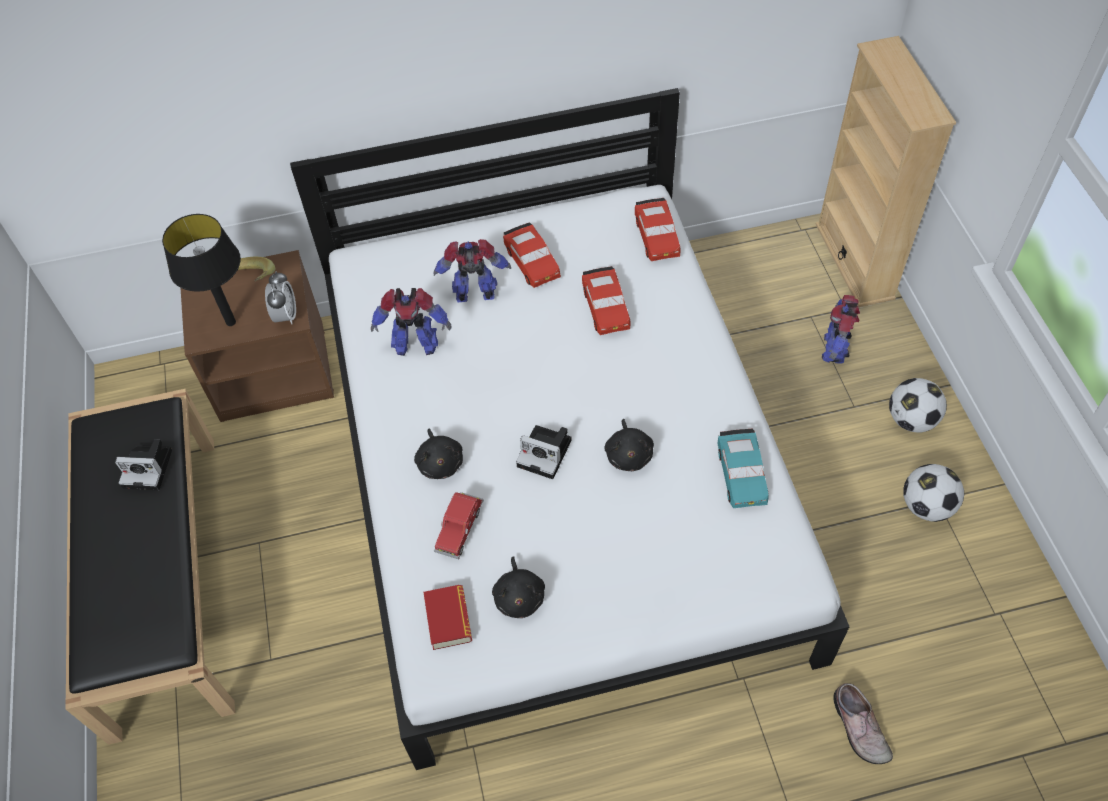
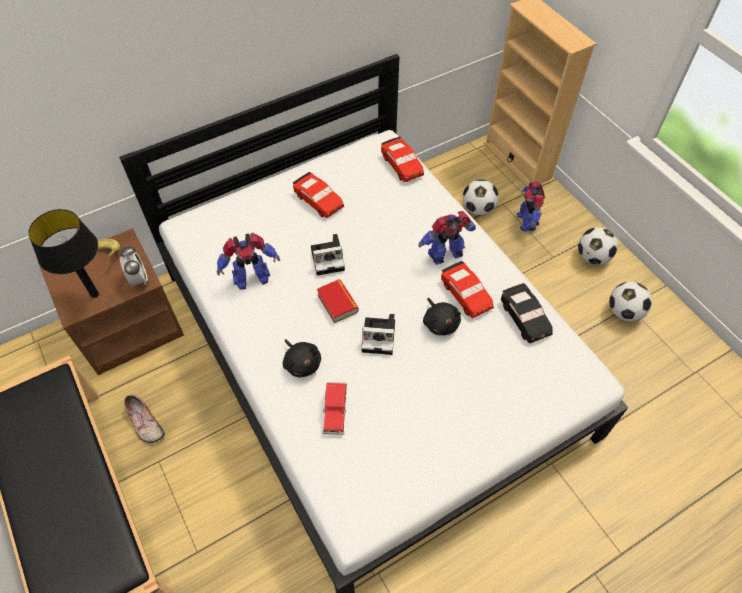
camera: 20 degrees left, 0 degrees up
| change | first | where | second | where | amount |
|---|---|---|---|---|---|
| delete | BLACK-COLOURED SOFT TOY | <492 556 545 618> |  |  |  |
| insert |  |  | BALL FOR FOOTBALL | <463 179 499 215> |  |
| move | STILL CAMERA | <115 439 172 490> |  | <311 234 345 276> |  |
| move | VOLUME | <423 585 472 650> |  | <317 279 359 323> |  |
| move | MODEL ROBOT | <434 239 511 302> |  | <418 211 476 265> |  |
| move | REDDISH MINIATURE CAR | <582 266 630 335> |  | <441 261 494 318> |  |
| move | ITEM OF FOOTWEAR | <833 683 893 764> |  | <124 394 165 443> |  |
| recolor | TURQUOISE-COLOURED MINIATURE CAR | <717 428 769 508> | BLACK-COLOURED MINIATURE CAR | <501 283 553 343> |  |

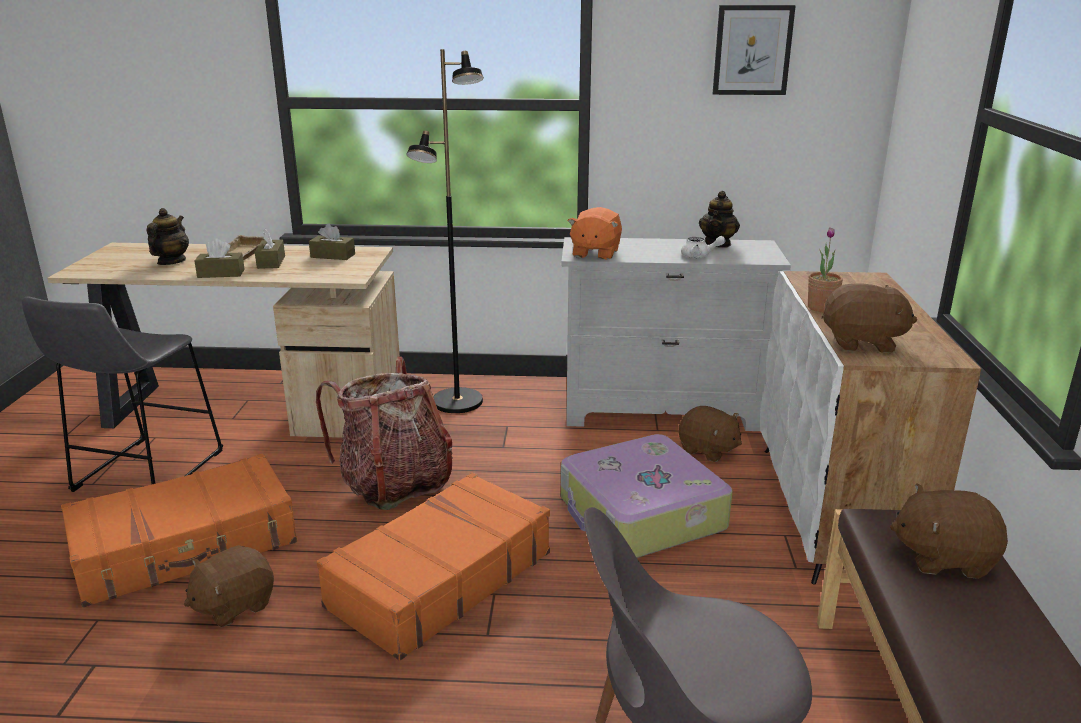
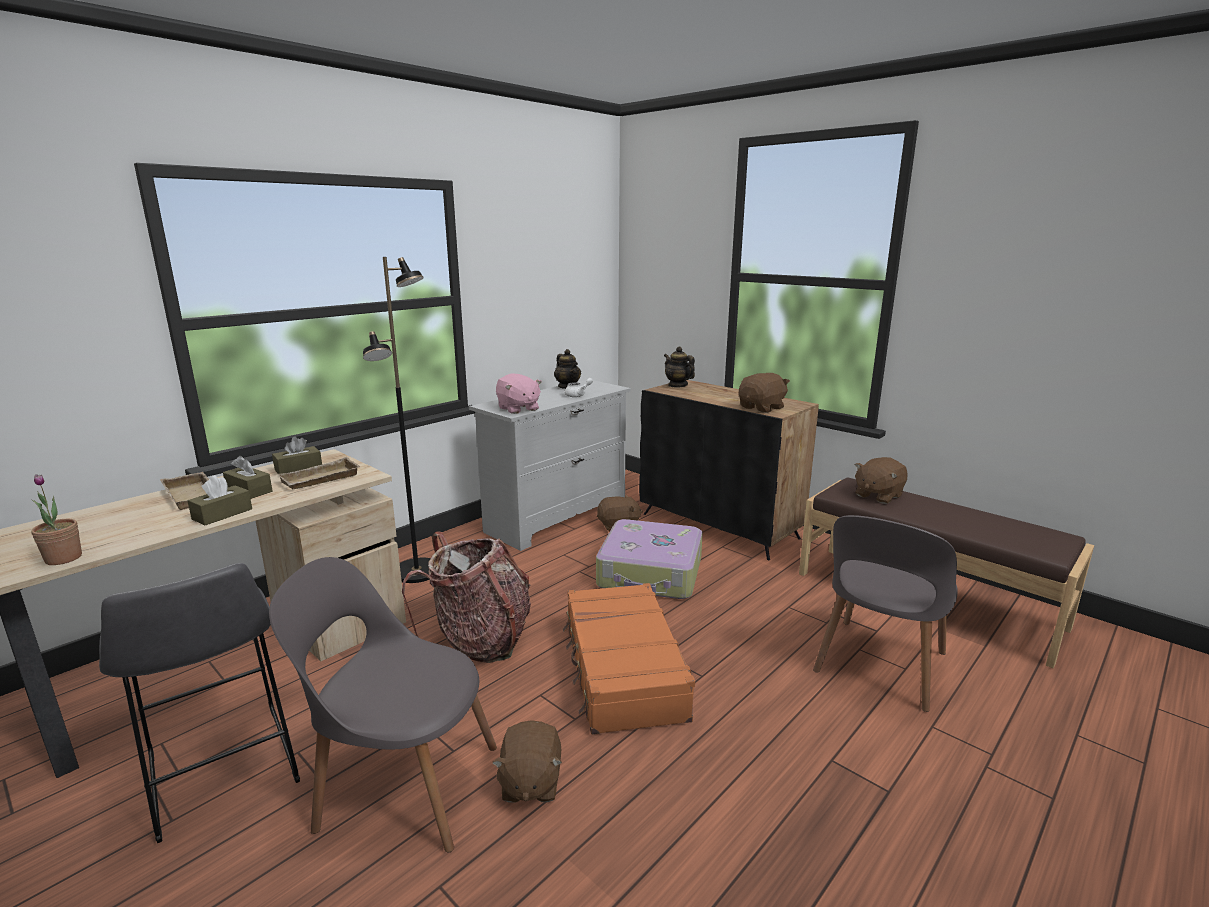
camera: 50 degrees left, 5 degrees down
| change | first | where | second | where | amount |
|---|---|---|---|---|---|
| delete | WALL PICTURE | <713 5 796 95> |  |  |  |
| insert |  |  | BEIGE-COLOURED SERVING TRAY | <277 457 361 489> |  |
| move | POT FOR TEA | <147 208 189 265> |  | <664 347 695 387> |  |
| move | HOUSEPLANT | <808 227 843 312> |  | <31 474 82 565> |  |
| replace | ORANGE PIECE OF LUGGAGE | <61 454 297 608> | GREY PLAIN CHAIR | <269 557 497 852> |  |
| recolor | ORANGE SOFT TOY | <568 207 622 260> | PINK SOFT TOY | <496 373 542 414> |  |
| recolor | WHITE CABINET | <760 271 981 585> | BLACK-COLOURED CABINET | <639 380 819 560> |  |

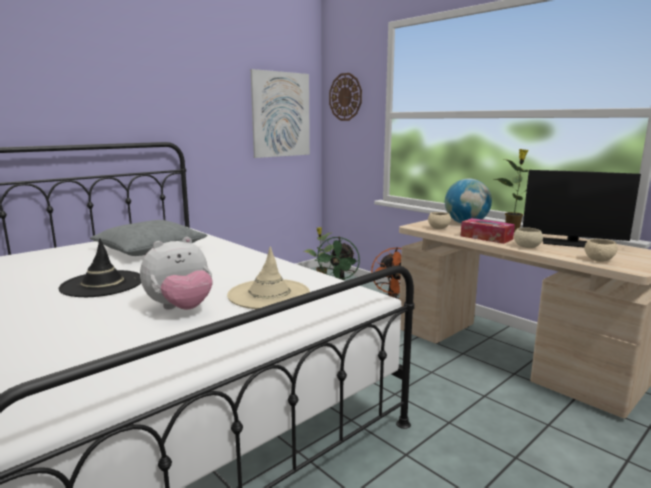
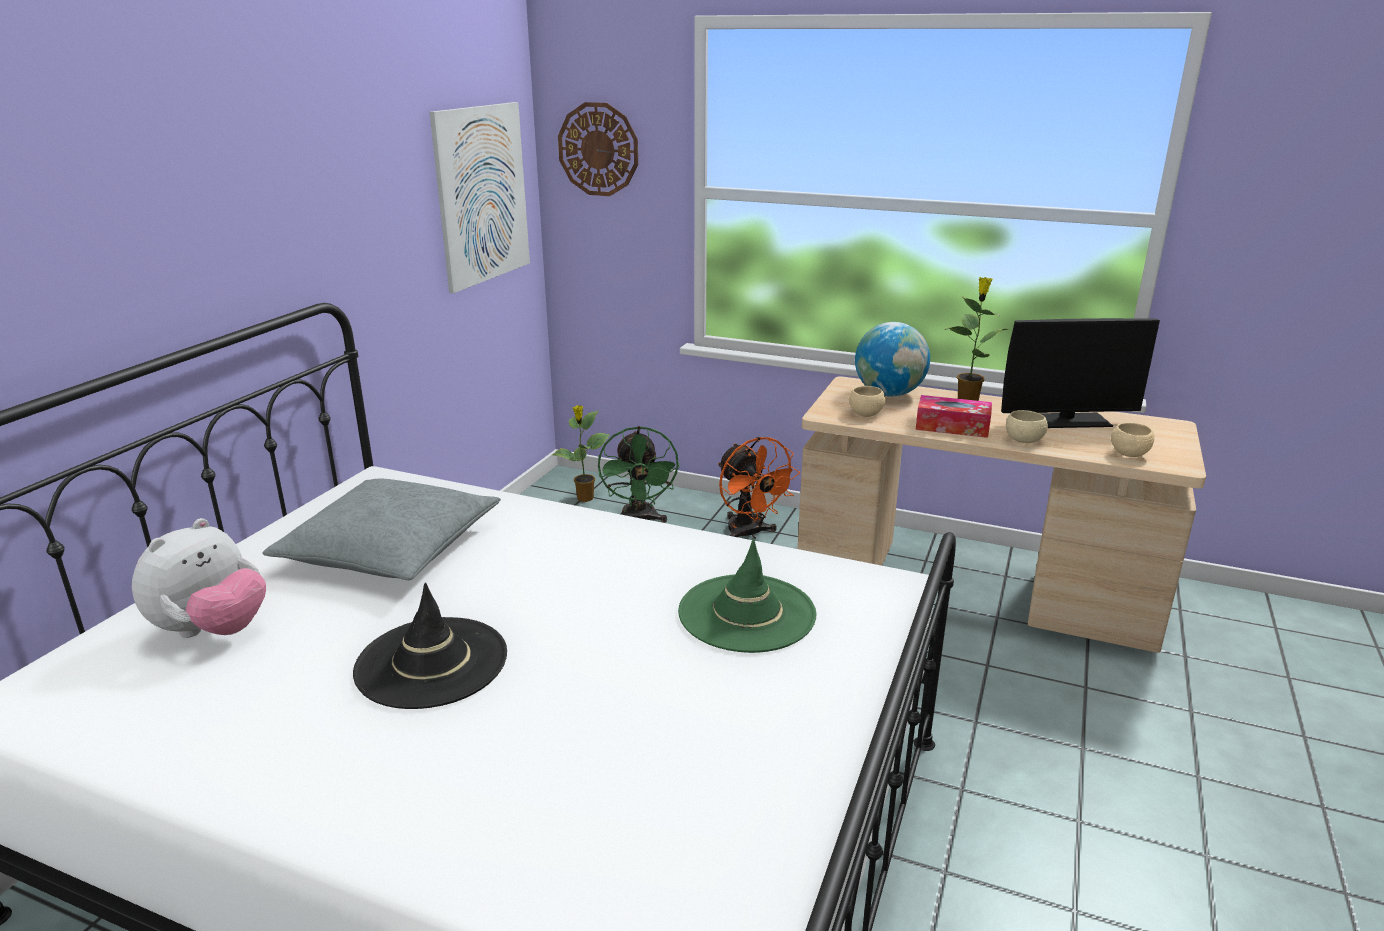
camera: 25 degrees left, 10 degrees up
| change | first | where | second | where | amount |
|---|---|---|---|---|---|
| move | SOFT TOY | <140 237 213 310> |  | <132 518 266 638> |  |
| recolor | BEIGE-COLOURED WEARABLE HAT | <227 246 310 309> | GREENISH WEARABLE HAT | <678 539 816 653> |  |

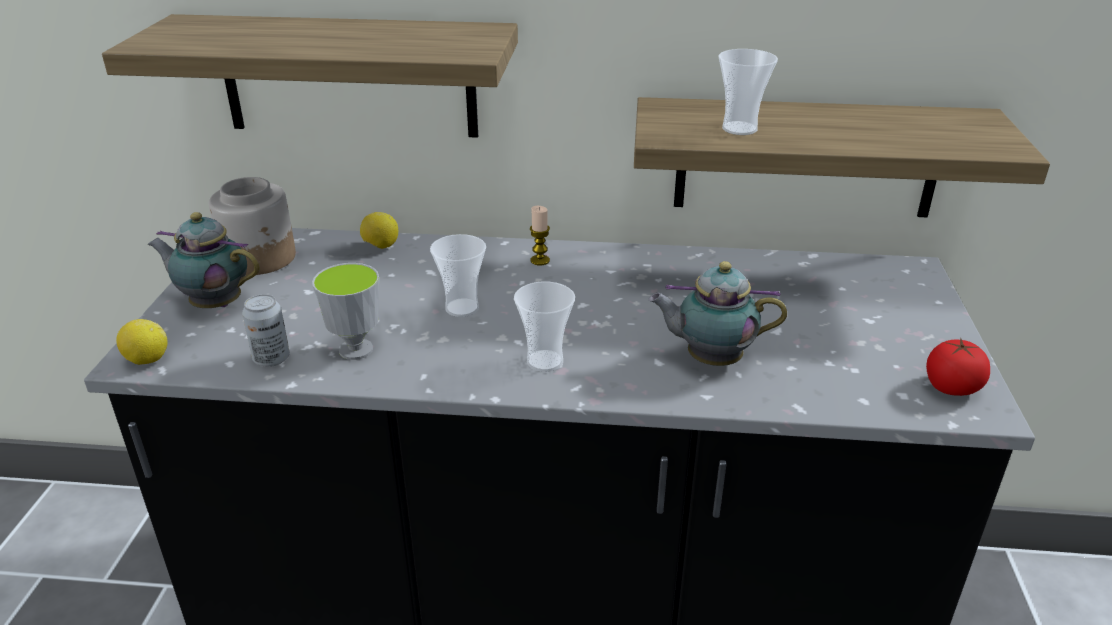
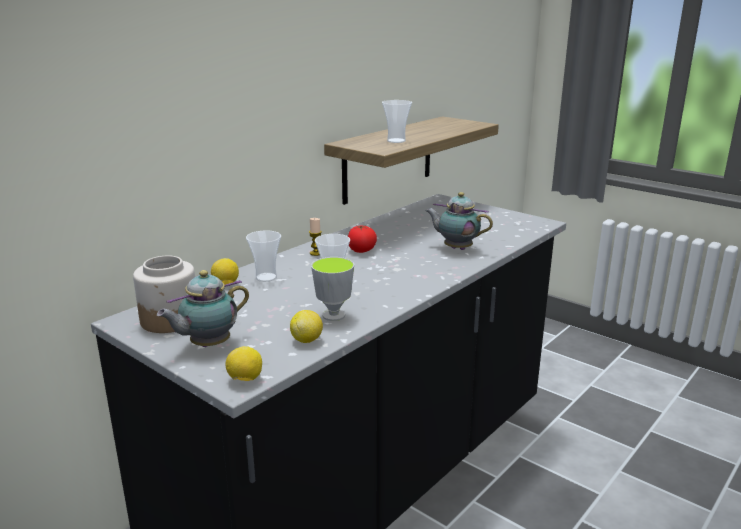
camera: 55 degrees left, 10 degrees down
| change | first | where | second | where | amount |
|---|---|---|---|---|---|
| delete | SHELF | <102 14 518 138> |  |  |  |
| move | SMALL CUP | <514 281 575 372> |  | <246 230 281 282> |  |
| move | TOMATO | <926 338 990 396> |  | <348 225 377 253> |  |
| replace | CAN | <242 294 290 367> | WHOLE LEMON | <290 310 323 343> |  |
| rotate | POT FOR TEA | <649 261 787 366> |  | <426 192 493 250> | 75 degrees clockwise |

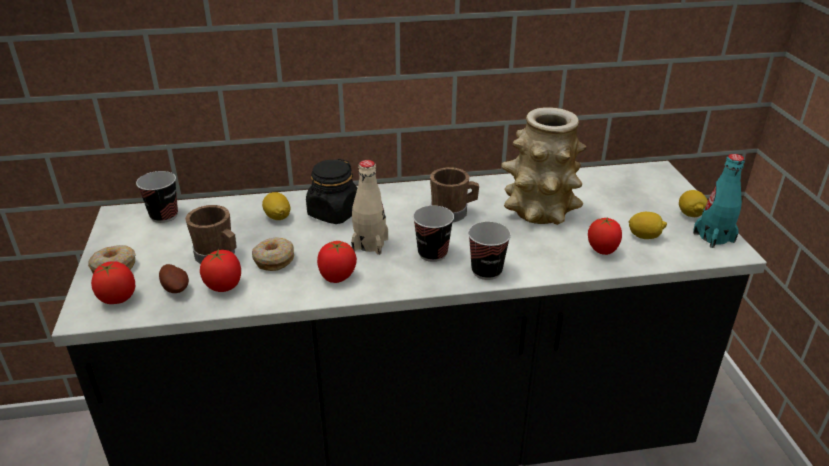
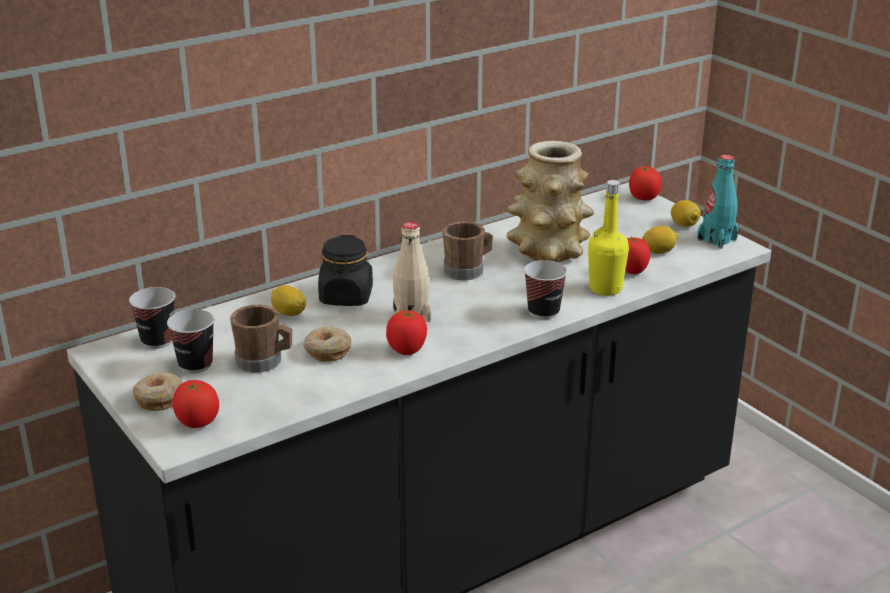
camera: 25 degrees left, 5 degrees down
| change | first | where | second | where | amount |
|---|---|---|---|---|---|
| delete | WHOLE POTATO | <159 264 189 293> |  |  |  |
| insert |  |  | YELLOWISH BOTTLE | <588 180 629 296> |  |
| move | TOMATO | <200 248 241 292> |  | <629 166 662 200> |  |
| move | SMALL CUP | <413 205 454 262> |  | <167 309 214 373> |  |

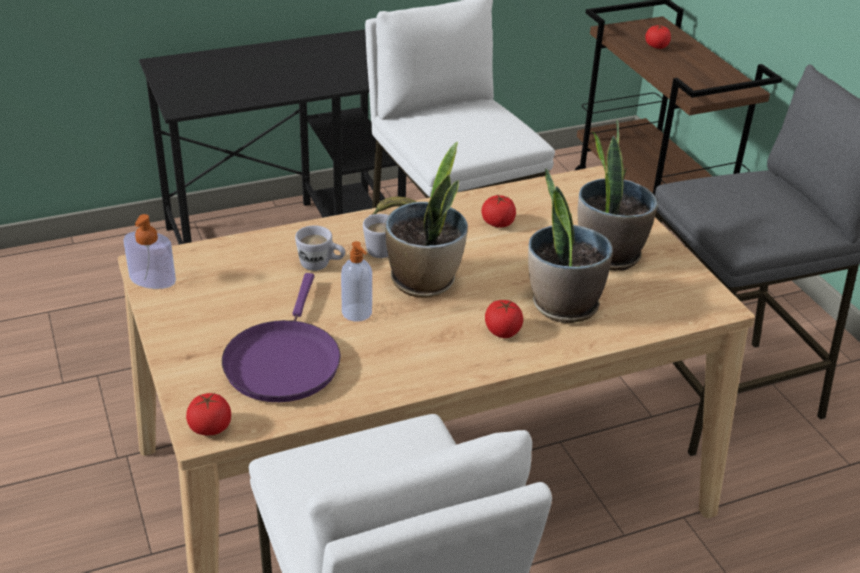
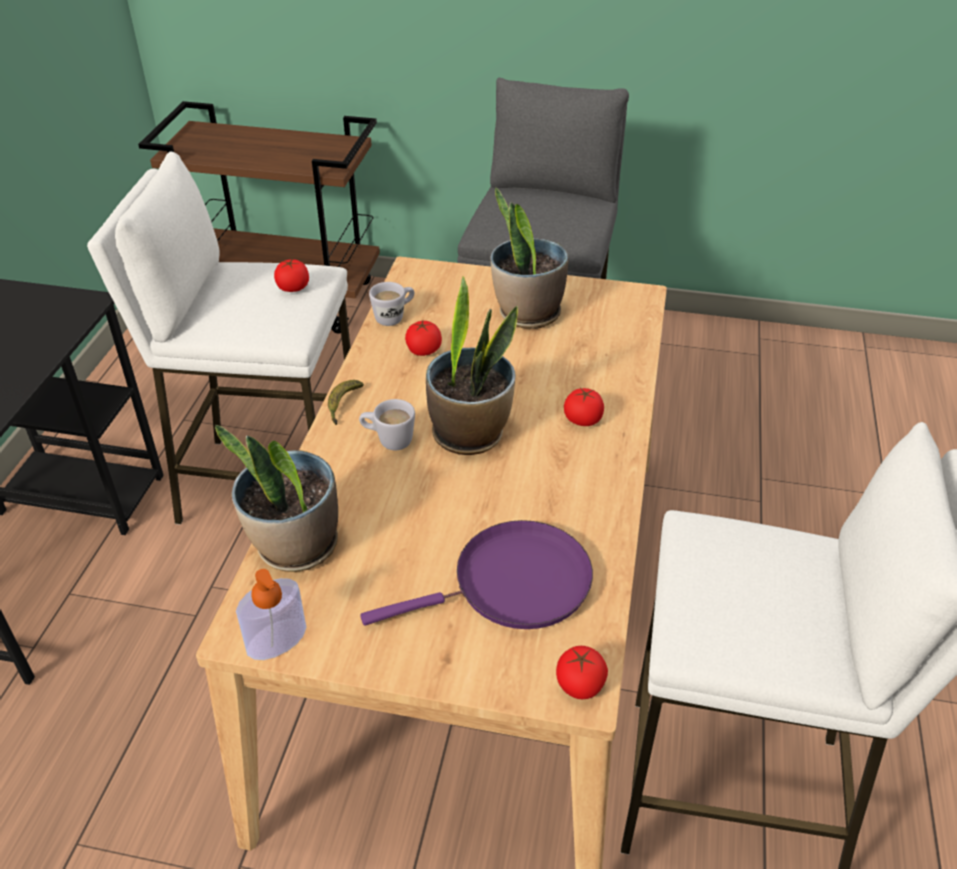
camera: 55 degrees left, 5 degrees up
| change | first | where | second | where | amount |
|---|---|---|---|---|---|
| delete | SOAP BOTTLE | <341 241 372 321> |  |  |  |
| move | WHITE COFFEE MUG | <295 225 345 271> |  | <369 282 414 326> |  |
| move | HOUSEPLANT | <528 169 613 323> |  | <215 425 338 572> |  |
| move | TOMATO | <645 25 671 49> |  | <274 259 309 292> |  |
| rotate | PURPLE PAN | <222 273 341 402> |  | <360 520 593 629> | 60 degrees counterclockwise |

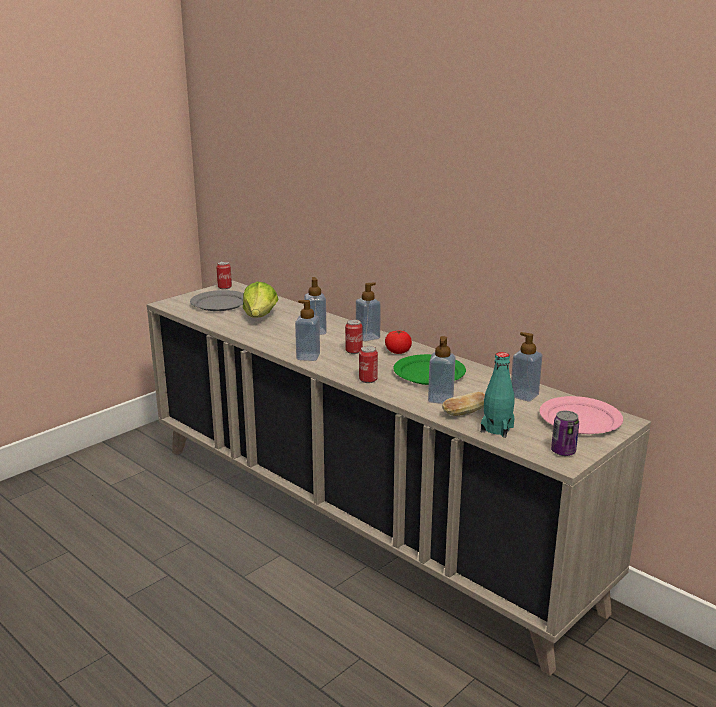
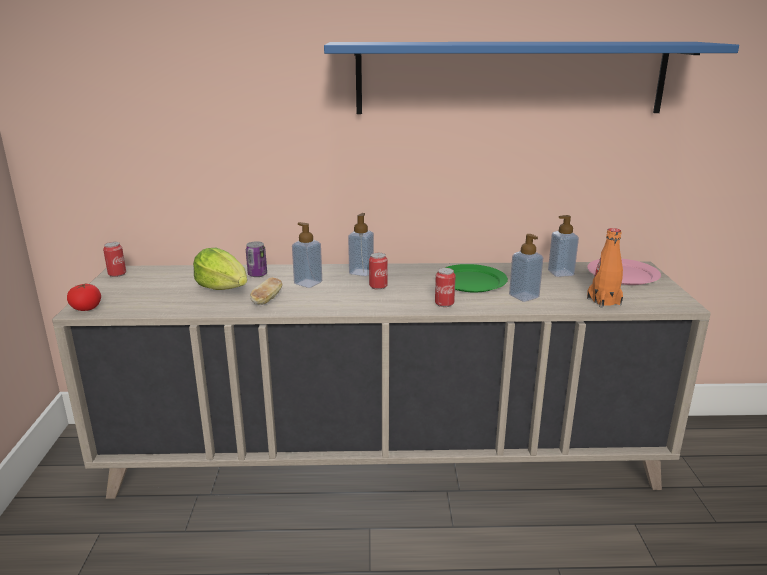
camera: 45 degrees left, 0 degrees up
| change | first | where | second | where | amount |
|---|---|---|---|---|---|
| delete | GREY DINNER PLATE | <190 290 244 311> |  |  |  |
| delete | SOAP BOTTLE | <295 300 320 361> |  |  |  |
| insert |  |  | BLUISH SHELF | <324 42 739 114> |  |
| move | TOMATO | <385 331 412 354> |  | <67 283 101 311> |  |
| move | BAKERY BREAD | <442 392 485 416> |  | <250 278 283 305> |  |
| move | CAN | <551 411 579 456> |  | <246 241 267 277> |  |
| recolor | TURQUOISE-COLOURED BOTTLE | <481 352 515 438> | ORANGE BOTTLE | <587 228 623 308> |  |

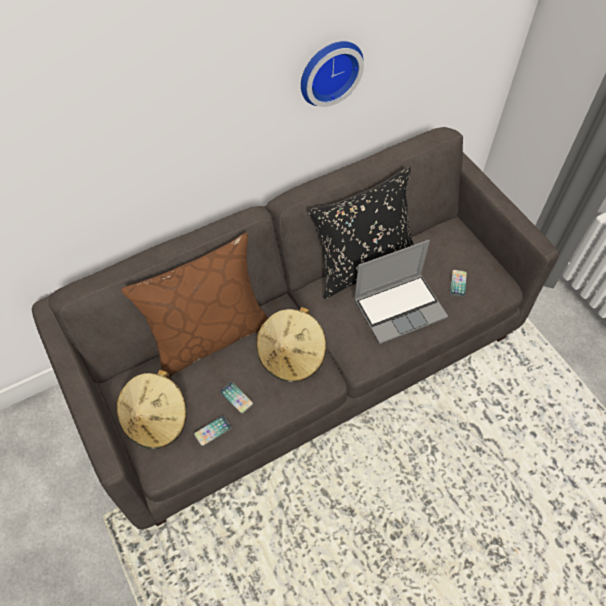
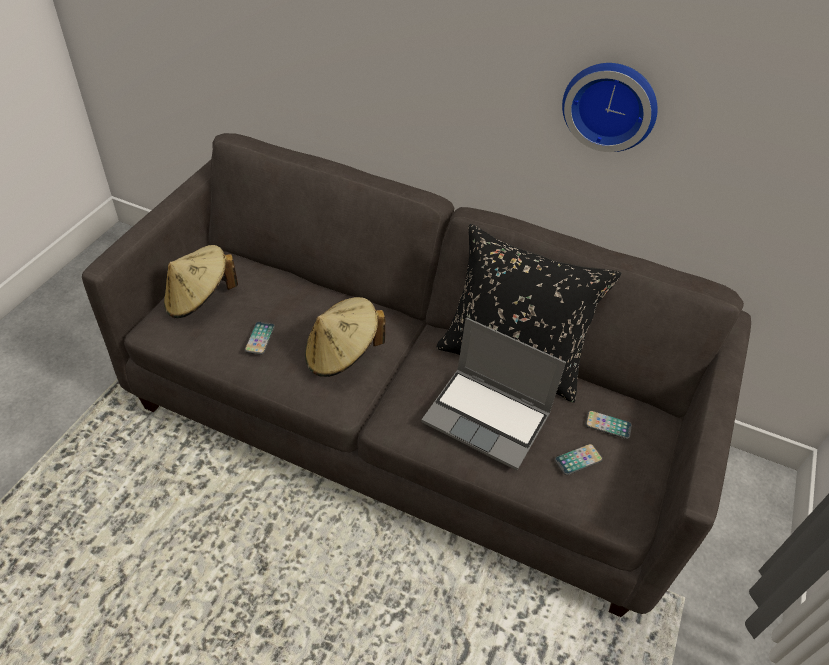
camera: 50 degrees right, 10 degrees down
| change | first | where | second | where | amount |
|---|---|---|---|---|---|
| delete | BROWNISH THROW PILLOW | <121 233 268 377> |  |  |  |
| move | HANDSET | <194 416 232 447> |  | <585 410 632 439> |  |

